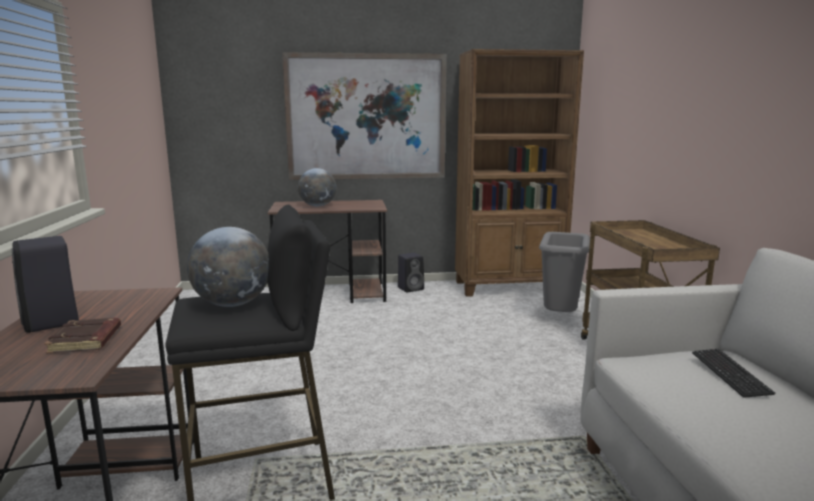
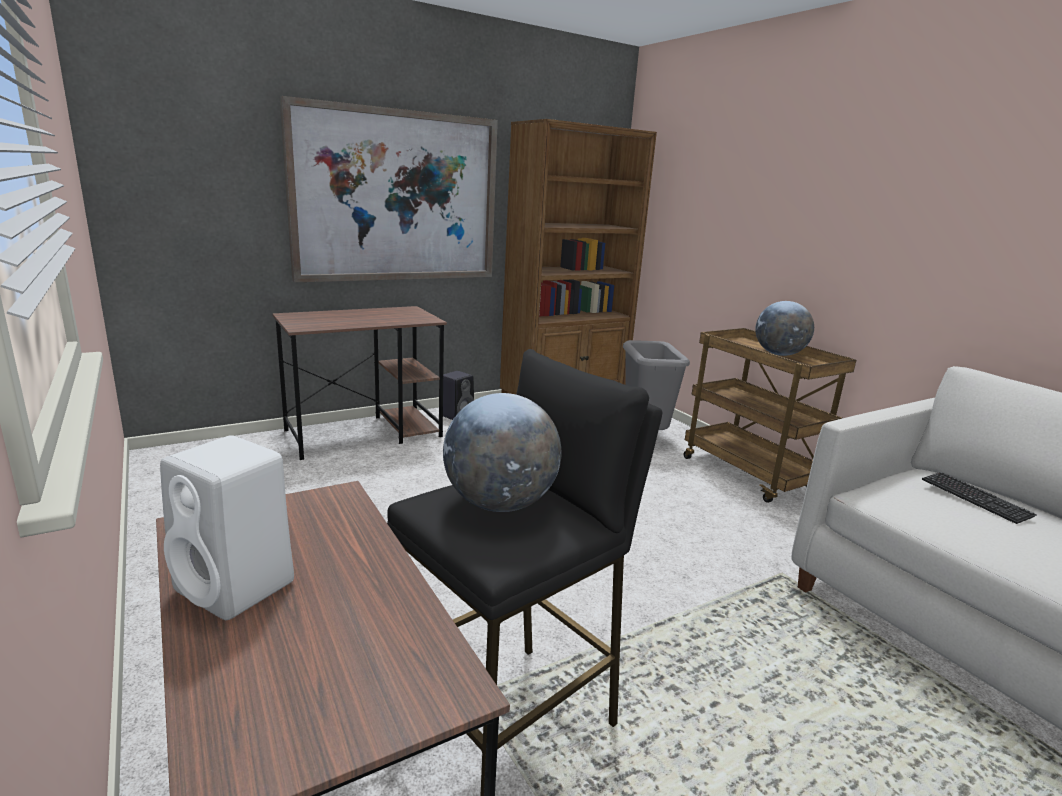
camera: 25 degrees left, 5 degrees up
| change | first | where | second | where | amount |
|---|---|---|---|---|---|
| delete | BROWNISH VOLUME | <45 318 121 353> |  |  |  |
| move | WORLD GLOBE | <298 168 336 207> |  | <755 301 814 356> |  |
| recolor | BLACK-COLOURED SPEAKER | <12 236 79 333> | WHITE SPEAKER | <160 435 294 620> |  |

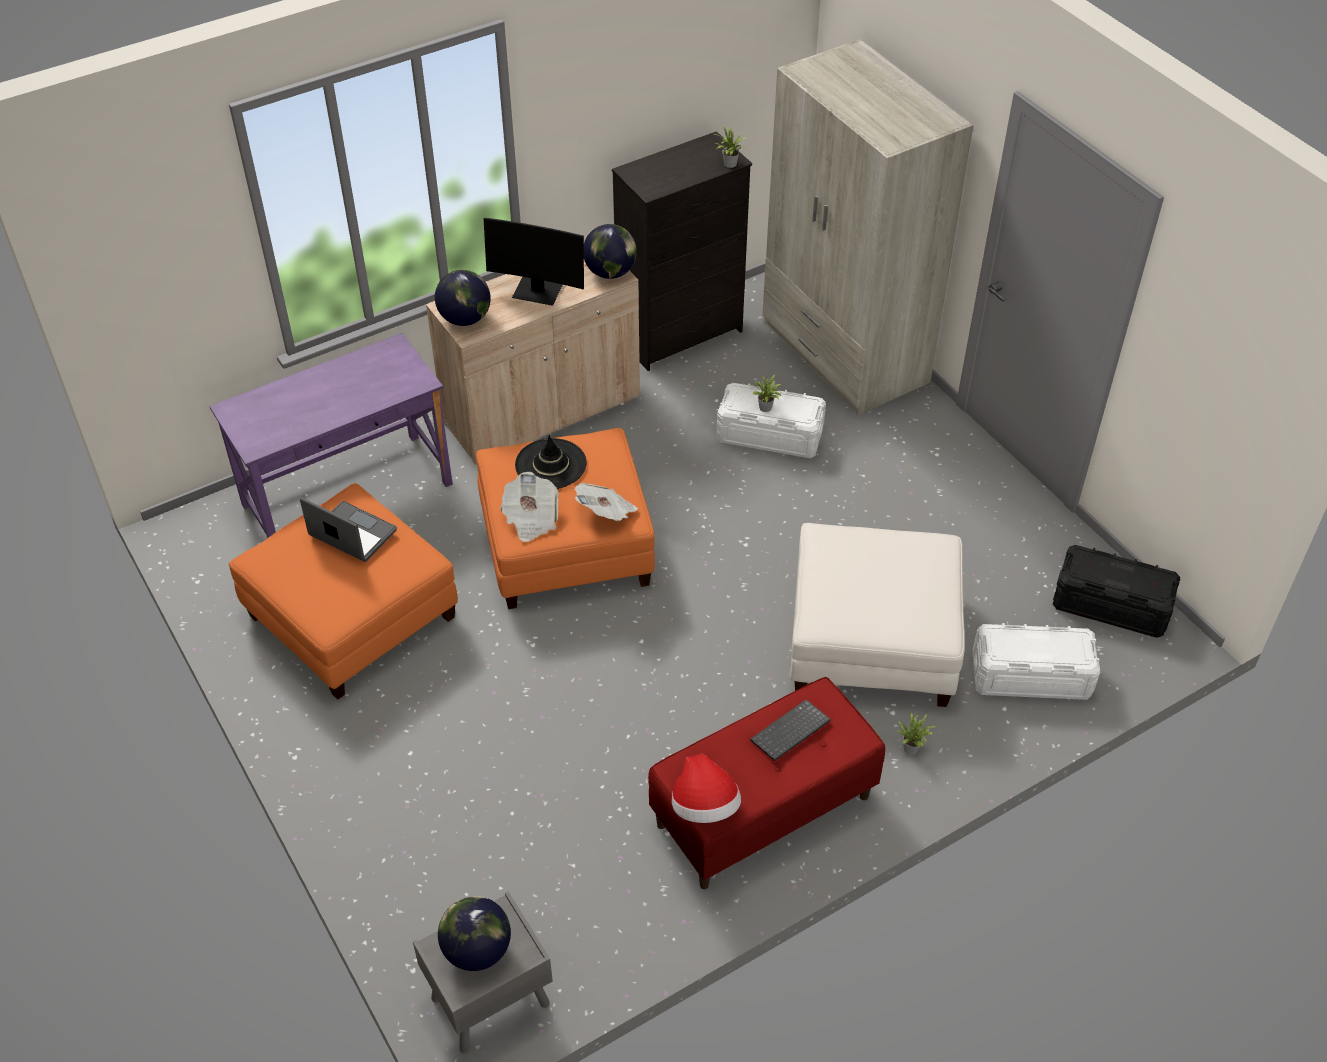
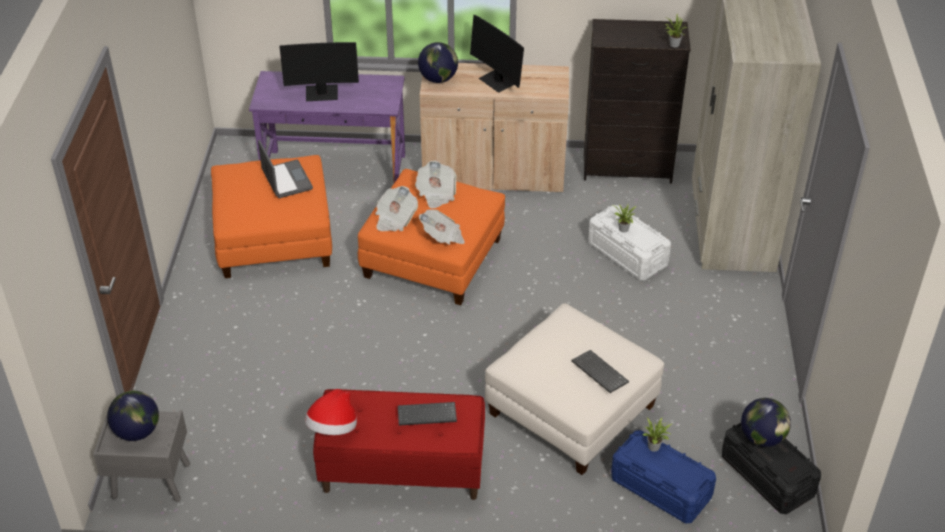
camera: 35 degrees right, 5 degrees down
| change | first | where | second | where | amount |
|---|---|---|---|---|---|
| insert |  |  | COMPUTER DISPLAY | <280 42 359 101> |  |
| insert |  |  | COMPUTER KEYBOARD | <571 350 629 393> |  |
| move | WORLD GLOBE | <584 224 637 279> |  | <741 398 791 447> |  |
| move | HOUSEPLANT | <896 712 936 755> |  | <643 418 672 452> |  |
| replace | BLACK-COLOURED WEARABLE HAT | <515 435 587 489> | PRINTED PAPER | <415 160 457 209> |  |
| recolor | WHITE STORAGE CONTAINER | <972 623 1100 700> | BLUISH STORAGE CONTAINER | <611 430 716 524> |  |

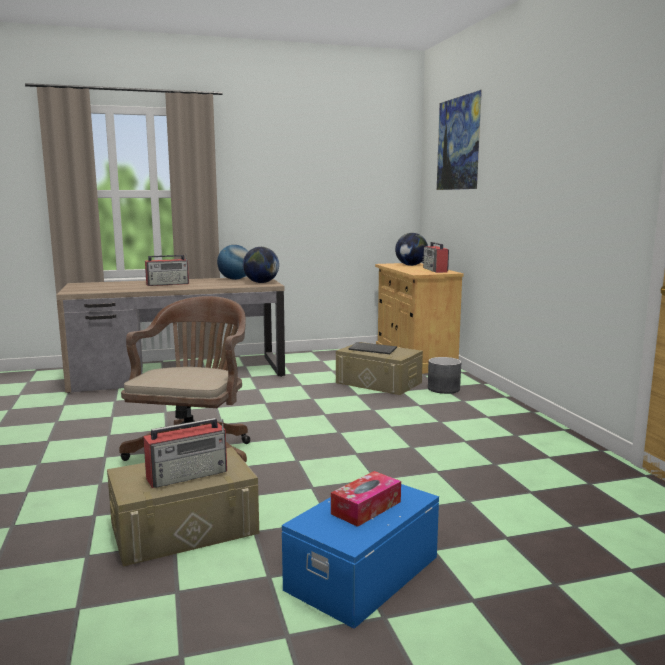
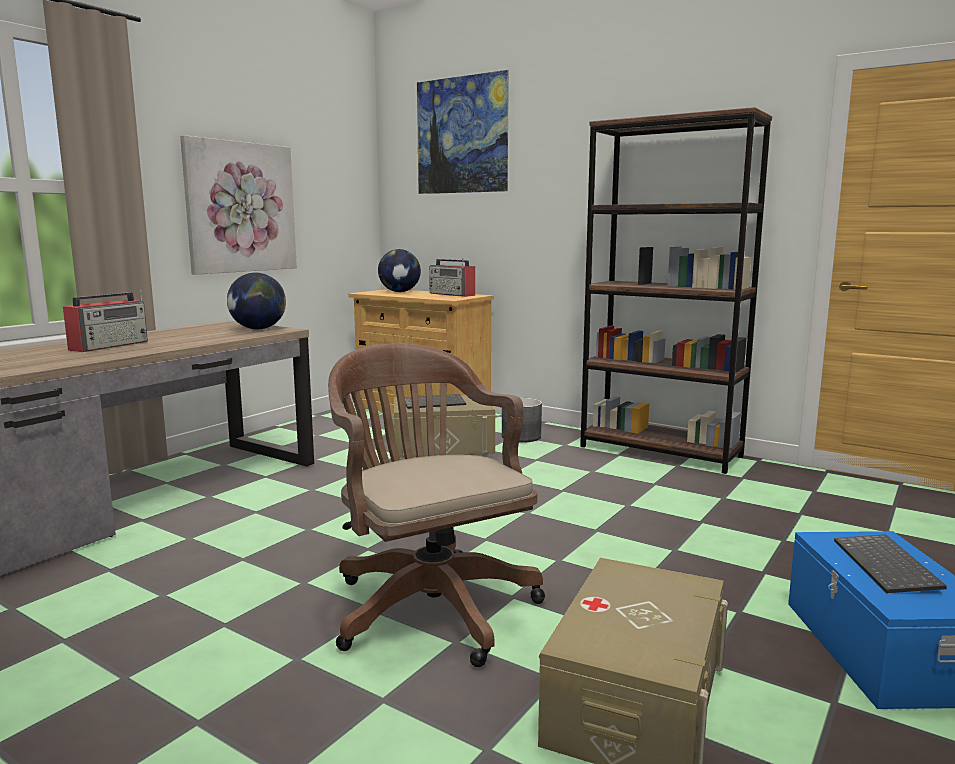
camera: 40 degrees left, 0 degrees up
| change | first | where | second | where | amount |
|---|---|---|---|---|---|
| delete | RADIO RECEIVER | <143 418 227 488> |  |  |  |
| delete | WORLD GLOBE | <217 245 248 280> |  |  |  |
| insert |  |  | WALL PICTURE | <180 135 297 275> |  |
| insert |  |  | BROWNISH SHELVING UNIT | <580 107 772 474> |  |
| replace | TISSUE HOLDER | <331 471 401 527> | COMPUTER KEYBOARD | <834 534 947 593> |  |

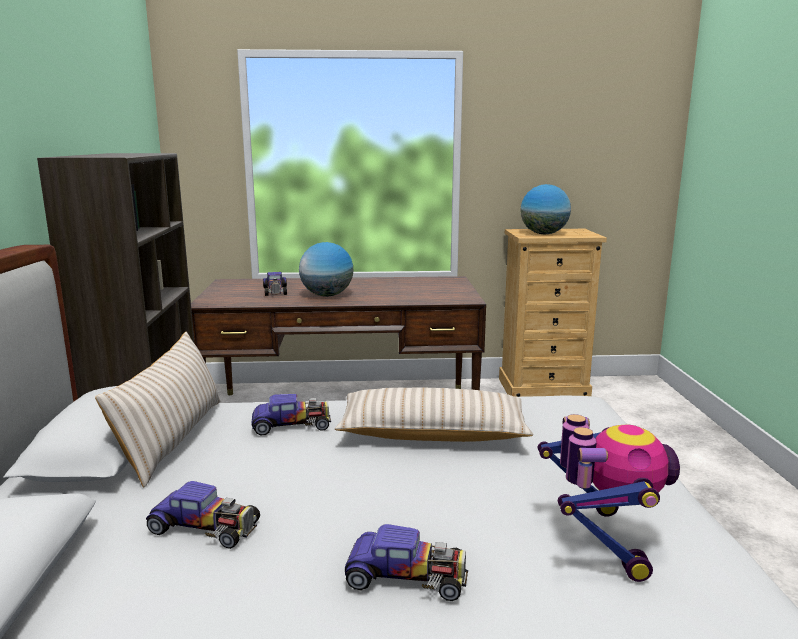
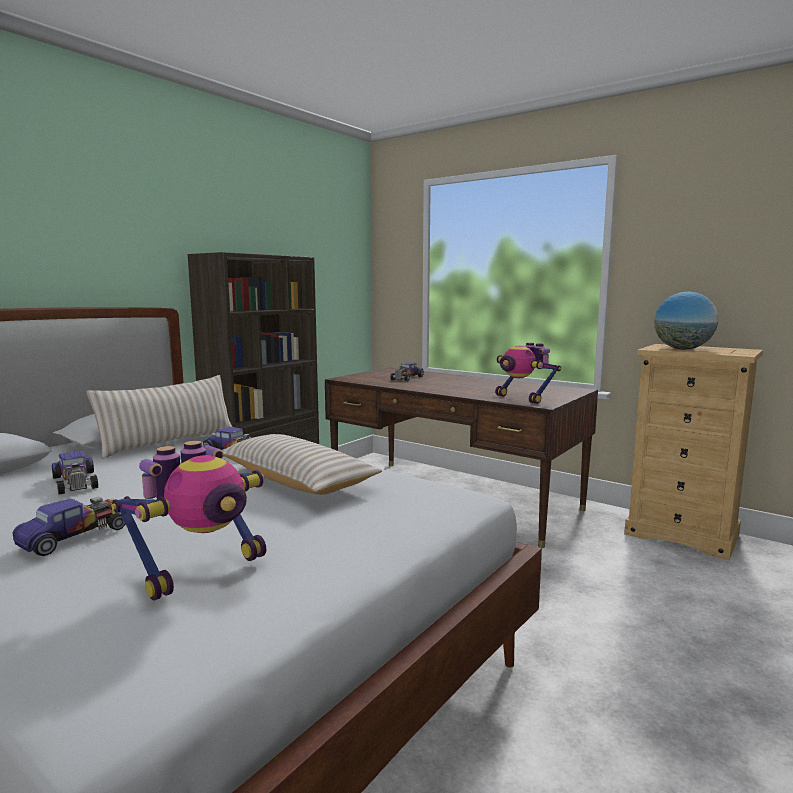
camera: 40 degrees right, 5 degrees down
| change | first | where | second | where | amount |
|---|---|---|---|---|---|
| delete | WORLD GLOBE | <299 242 354 297> |  |  |  |
| insert |  |  | MODEL ROBOT | <495 343 561 404> |  |
| rotate | MINIATURE CAR | <345 524 468 601> |  | <13 497 125 556> | 105 degrees counterclockwise |

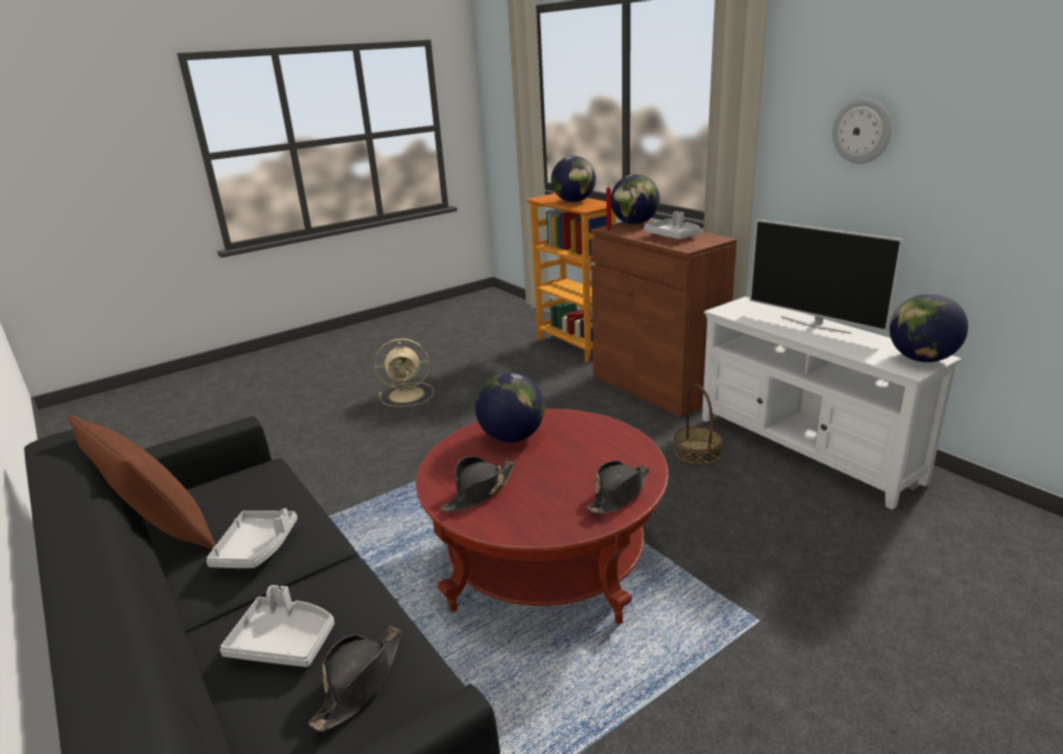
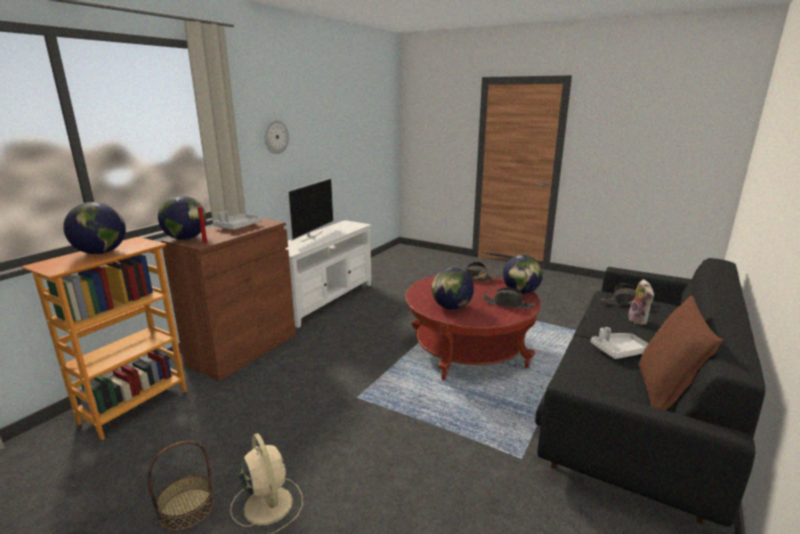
camera: 115 degrees left, 5 degrees down
| change | first | where | second | where | amount |
|---|---|---|---|---|---|
| move | HOUSEHOLD BASKET | <673 384 723 465> |  | <147 441 214 531> |  |
| move | WORLD GLOBE | <889 293 968 362> |  | <503 255 543 294> |  |
| replace | GREY SERVING TRAY | <220 585 335 667> | SOFT TOY | <628 279 654 325> |  |

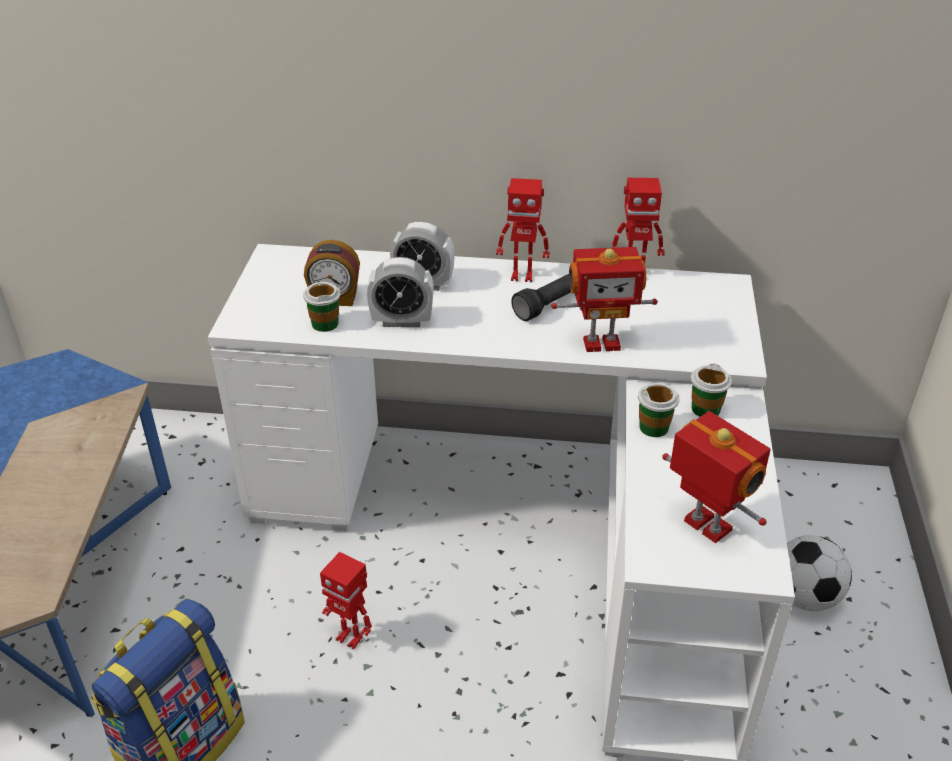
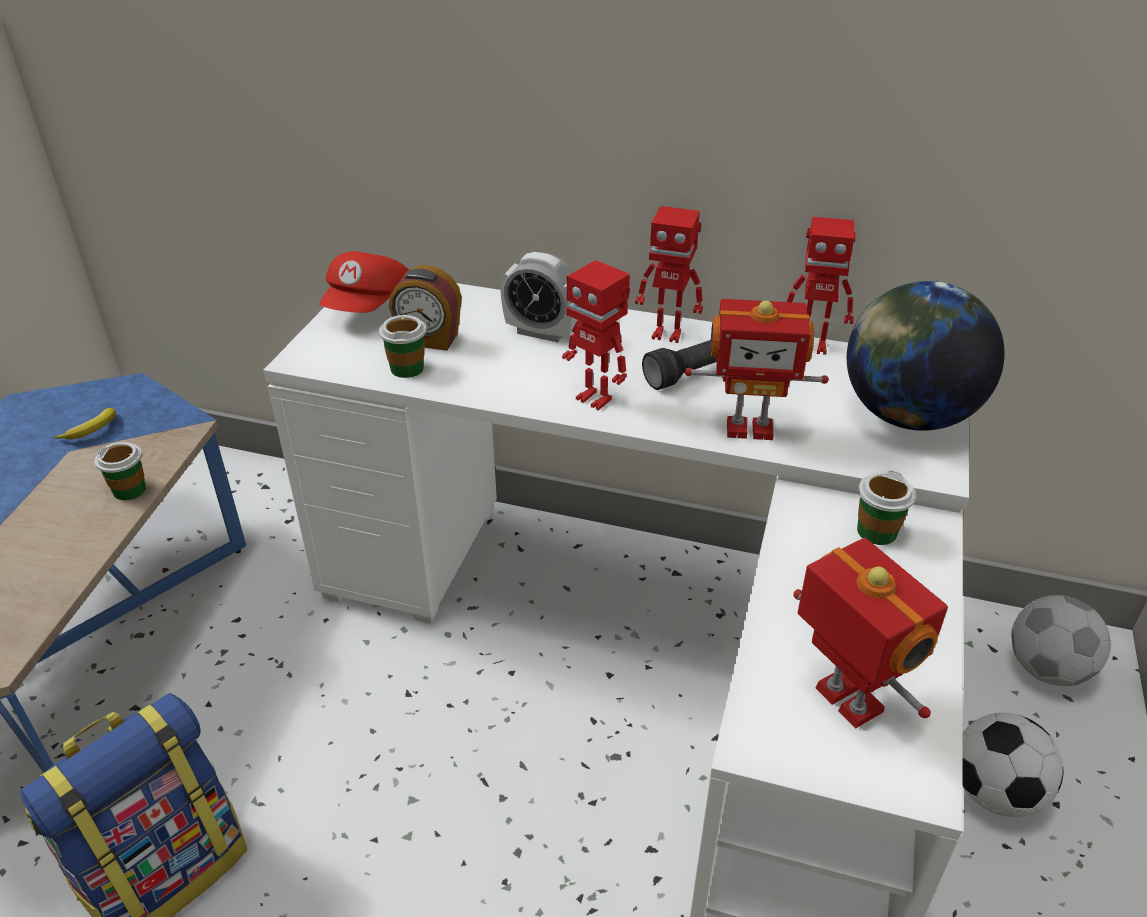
camera: 10 degrees right, 0 degrees up
| change | first | where | second | where | amount |
|---|---|---|---|---|---|
| delete | BEDSIDE CLOCK | <367 257 433 327> |  |  |  |
| insert |  |  | WHOLE BANANA | <54 408 116 439> |  |
| insert |  |  | REDDISH BASEBALL CAP | <320 251 409 313> |  |
| insert |  |  | WORLD GLOBE | <847 281 1005 431> |  |
| insert |  |  | BALL FOR FOOTBALL | <1012 595 1110 686> |  |
| move | MODEL ROBOT | <320 552 372 650> |  | <562 260 630 411> |  |
| move | SMALL CUP | <638 383 680 437> |  | <94 442 146 500> |  |

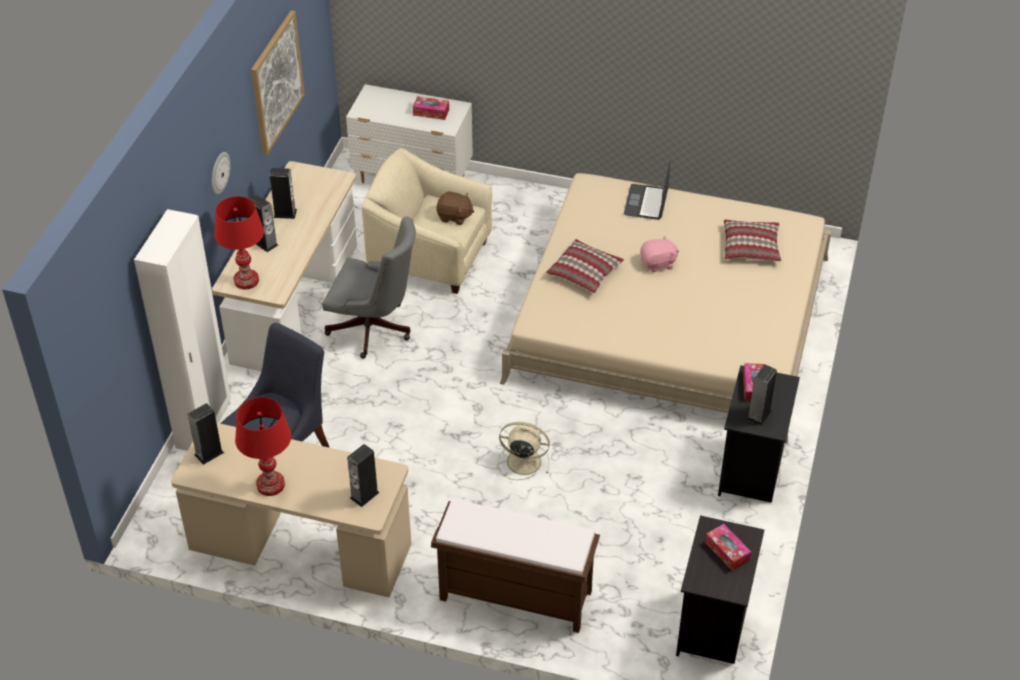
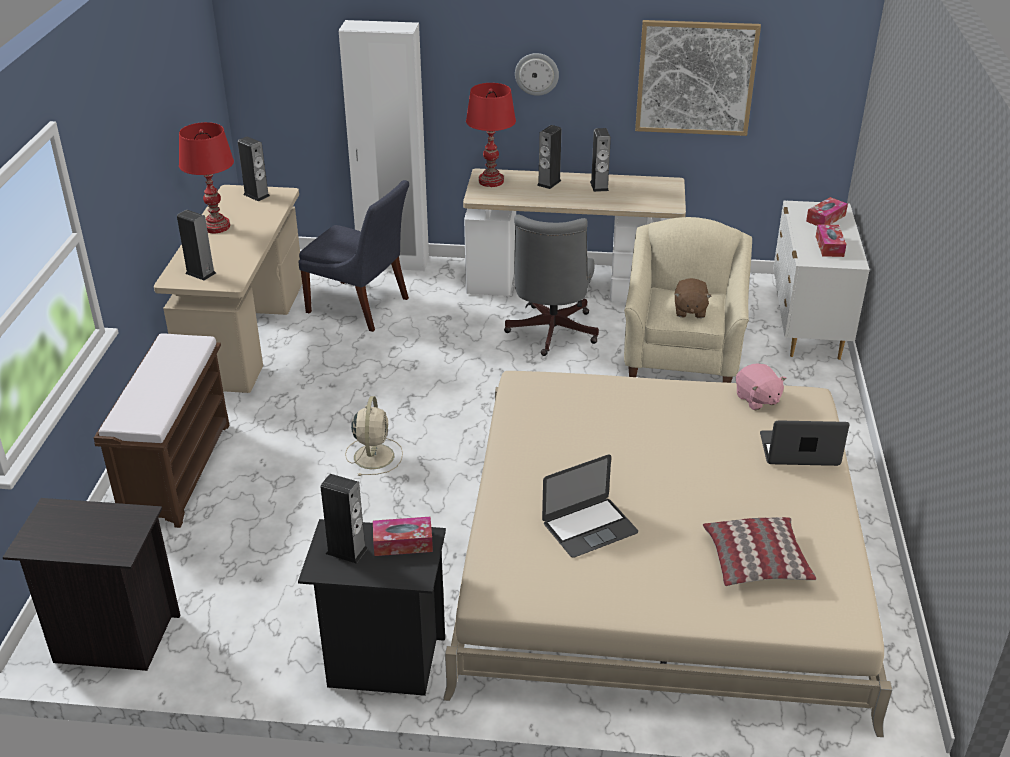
camera: 80 degrees right, 10 degrees down
| change | first | where | second | where | amount |
|---|---|---|---|---|---|
| delete | THROW PILLOW | <546 239 624 293> |  |  |  |
| insert |  |  | NOTEBOOK COMPUTER | <542 455 638 558> |  |
| move | PINK SOFT TOY | <640 235 679 272> |  | <736 363 786 410> |  |
| move | TISSUE HOLDER | <705 524 751 571> |  | <806 197 848 226> |  |

